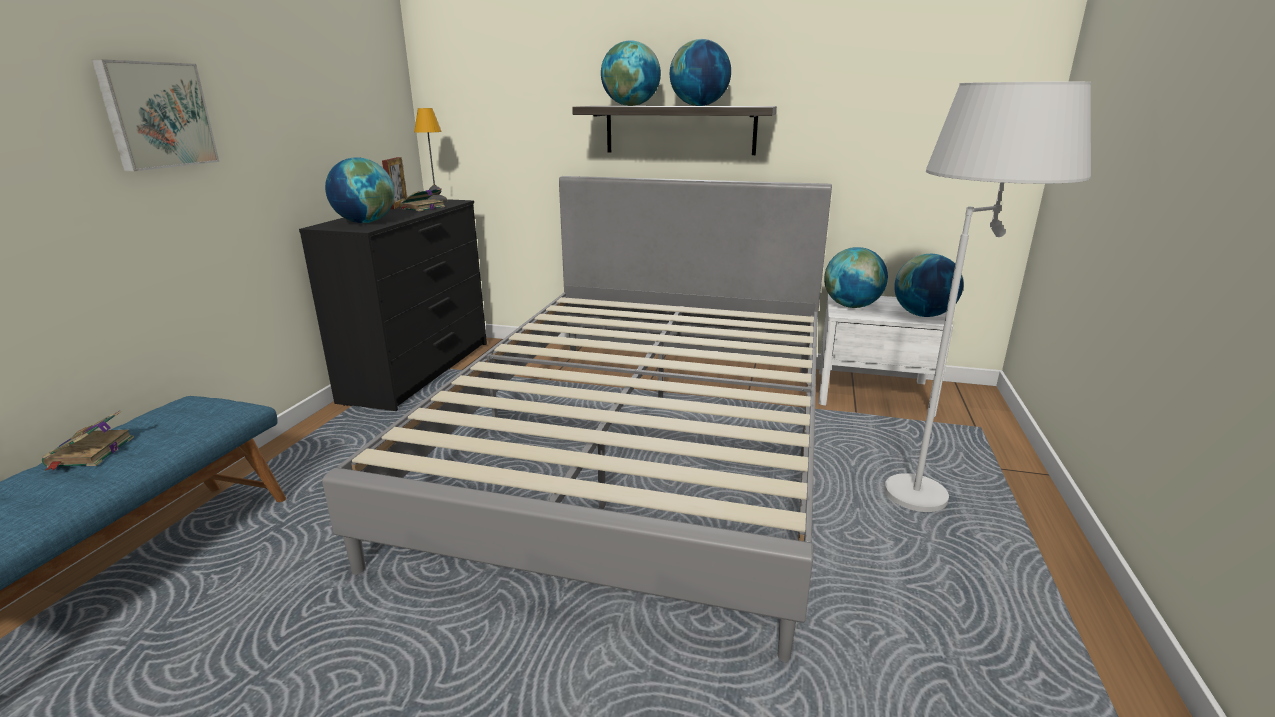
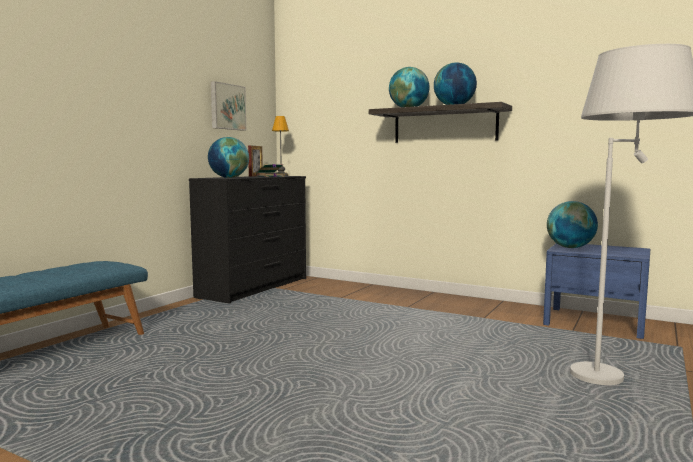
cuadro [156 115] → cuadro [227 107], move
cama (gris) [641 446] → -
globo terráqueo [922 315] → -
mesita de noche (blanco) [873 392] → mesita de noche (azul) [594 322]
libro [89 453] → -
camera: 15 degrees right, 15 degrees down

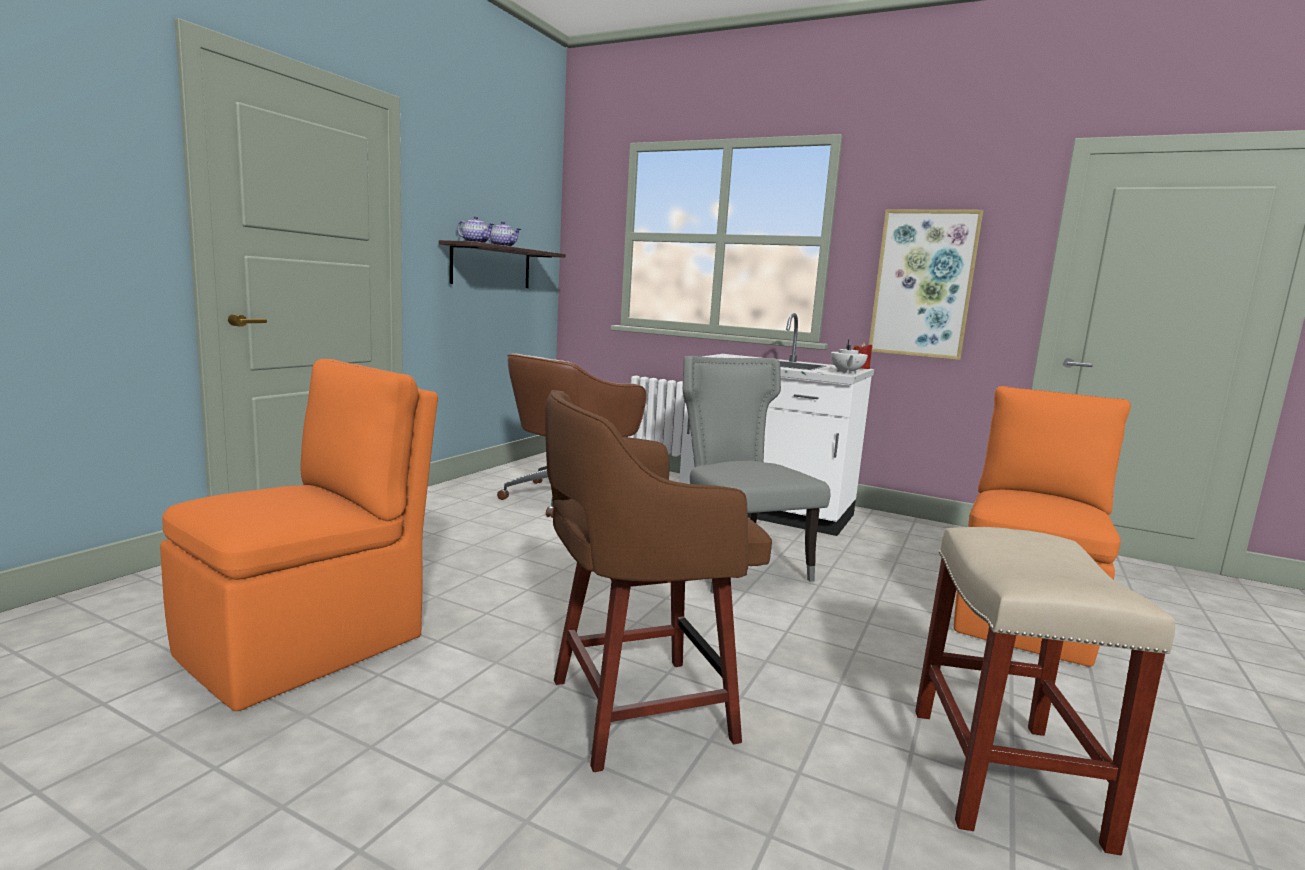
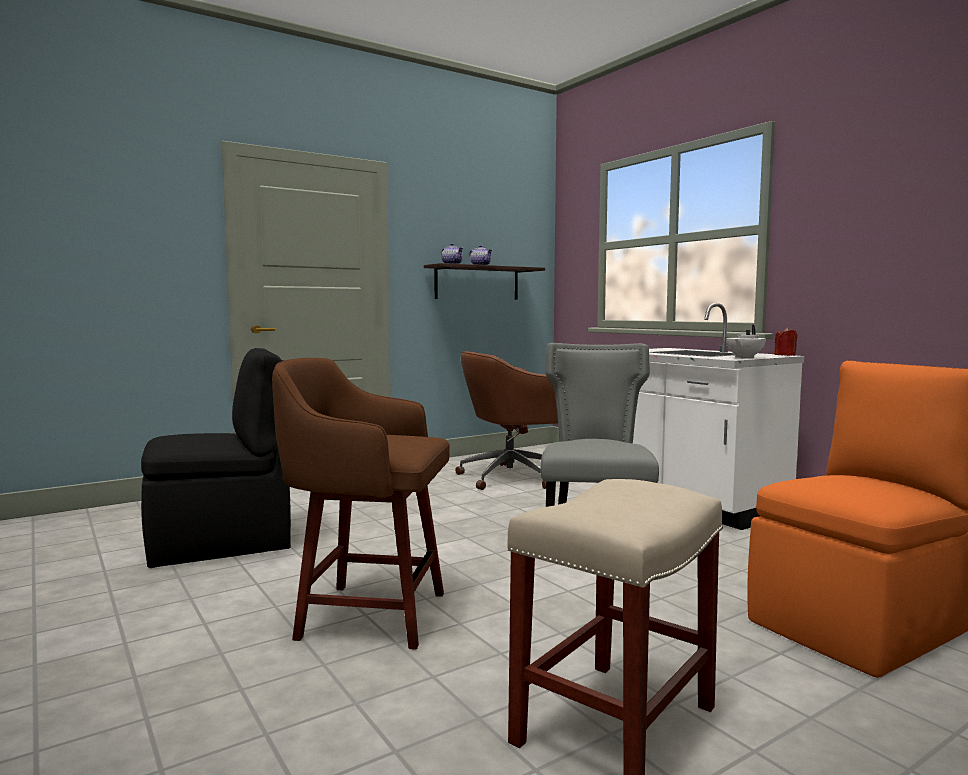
cuadro [923 284] → -
silla (naranja) [309 644] → silla (negro) [224 542]
camera: 30 degrees right, 5 degrees down

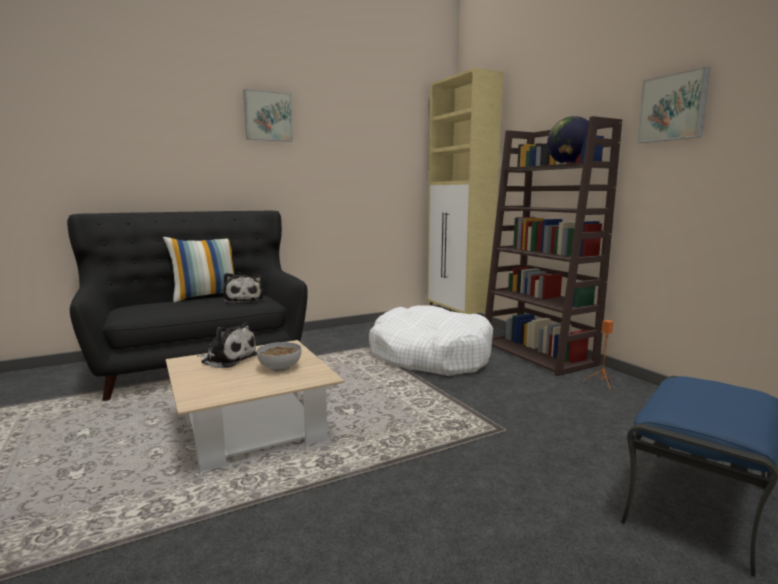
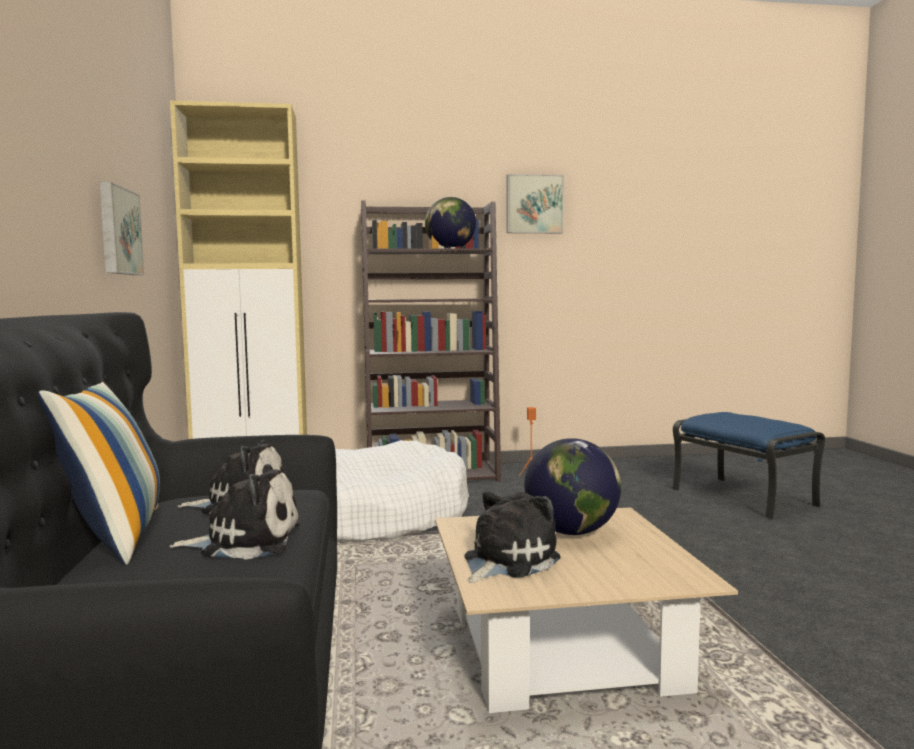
cuadro [268 116] → cuadro [117 231], move
cuenco [280 368] → globo terráqueo [572 532]
- → peluche [245 541]
camera: 70 degrees left, 5 degrees down

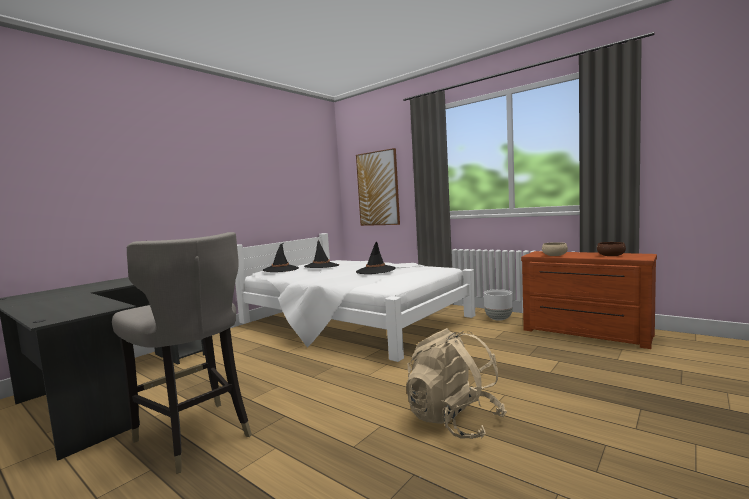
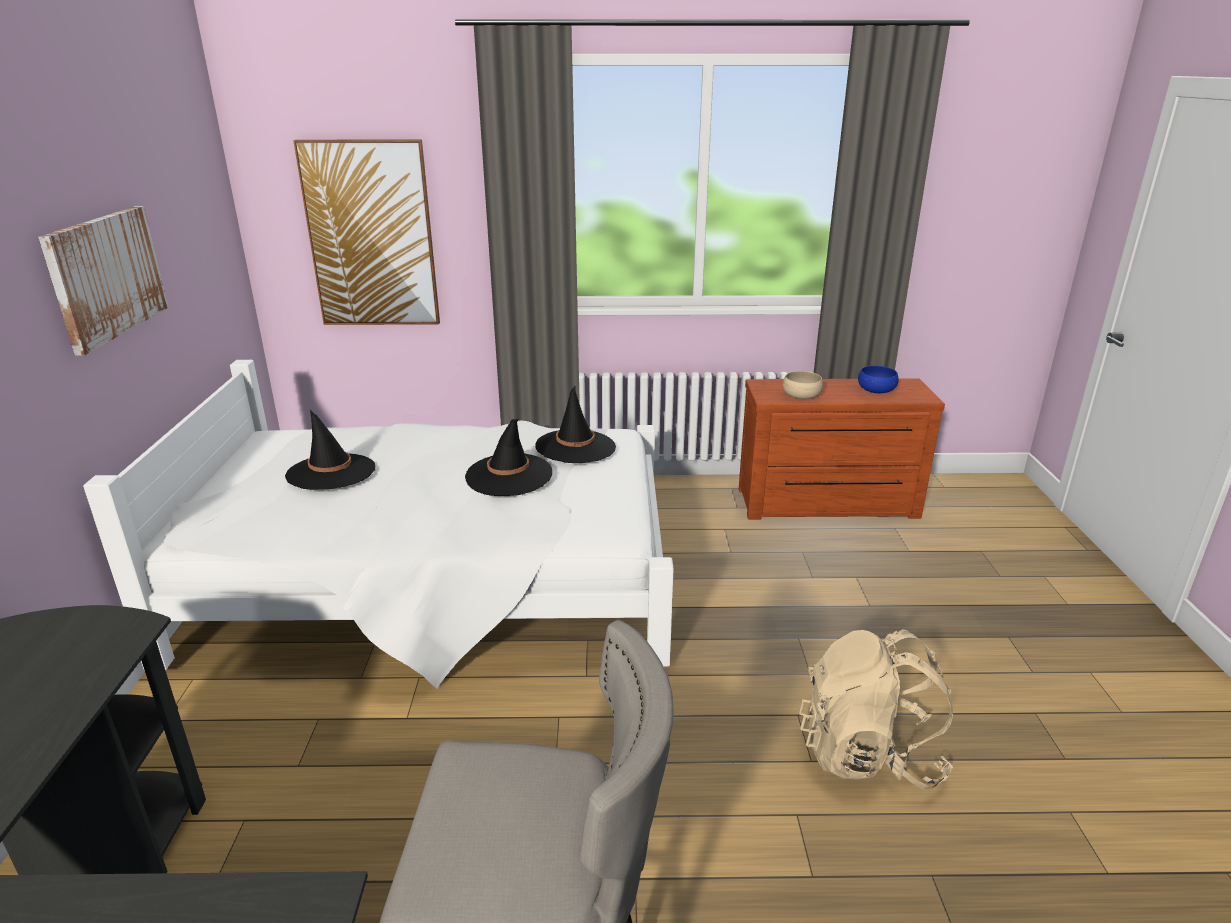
cuenco (marrón) [611 255] → cuenco (azul) [876 389]
sombrero (negro) [281 269] → sombrero (negro) [575 447], move
maceta (blanco) [499 319] → -
- → cuadro [106 276]
camera: 40 degrees left, 20 degrees up

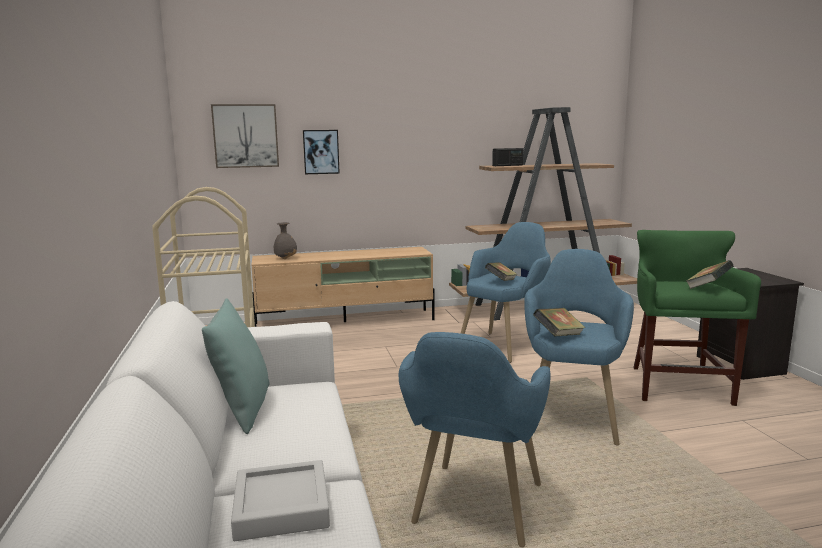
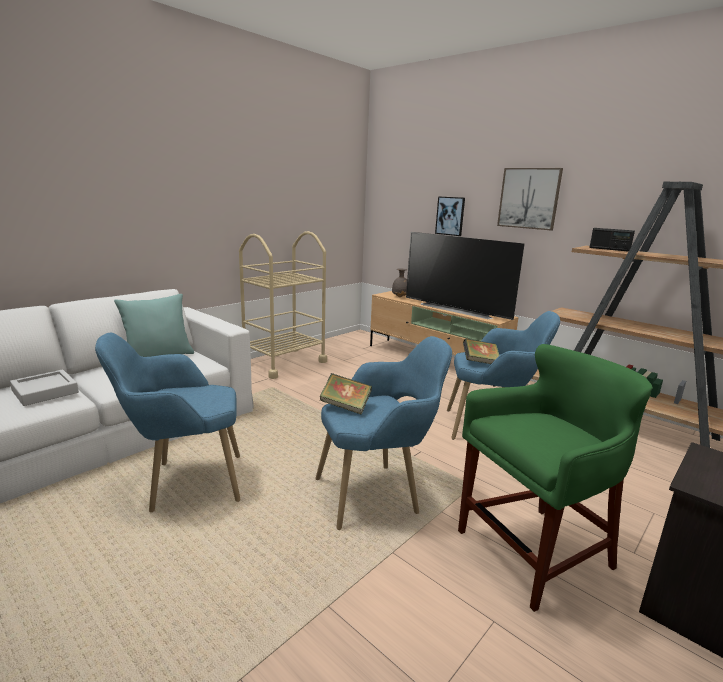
cuadro [245 136] → cuadro [529 198], move
libro [708 287] → -
- → televisor [457 309]
camera: 55 degrees right, 5 degrees up

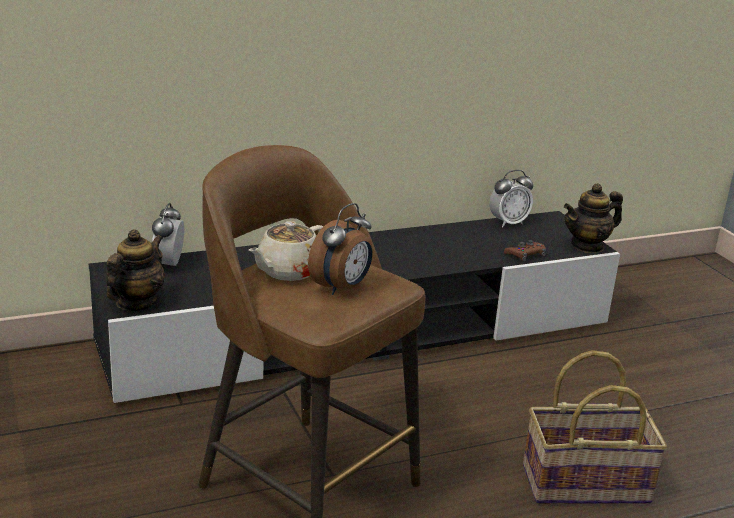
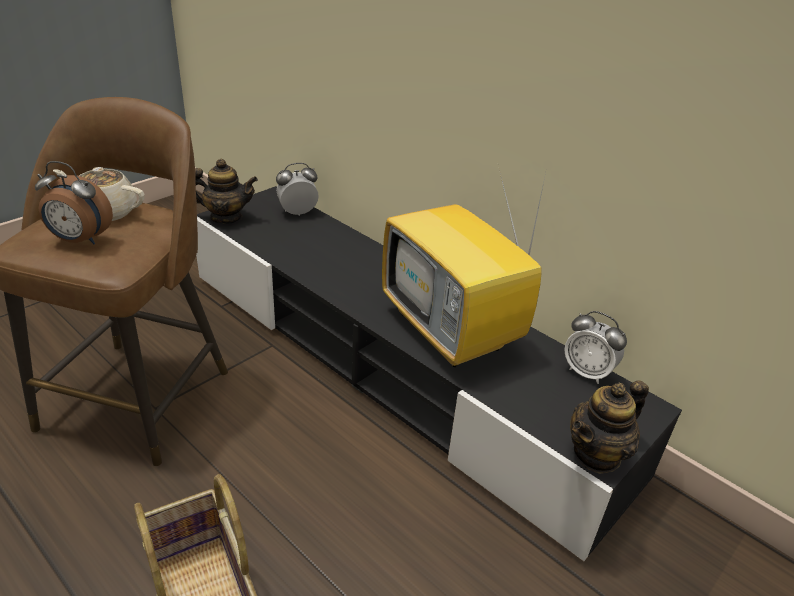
tetera [587 246] → tetera [597 454], 75 degrees counterclockwise
mando de consola (marrón) [525 255] → -
- → televisor [453 332]
camera: 65 degrees right, 10 degrees up

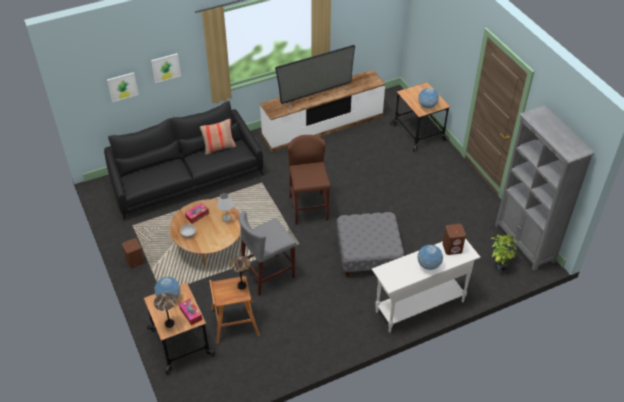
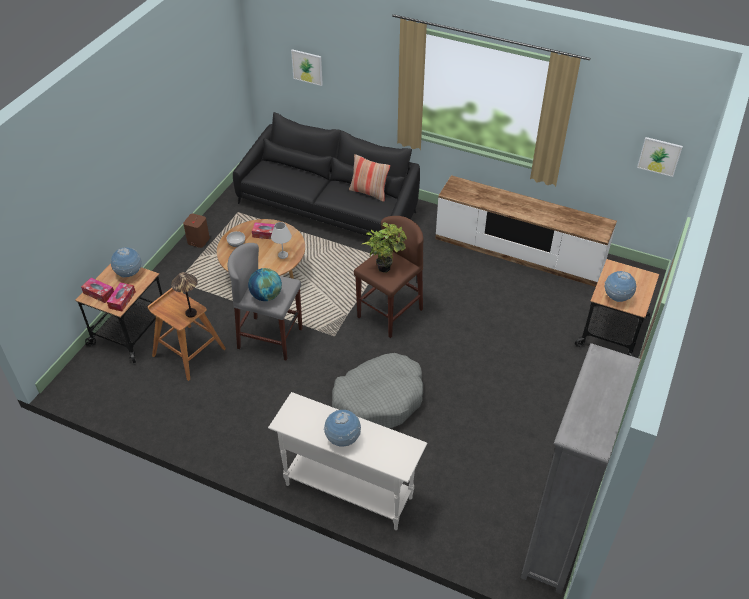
televisor [316 94] → -
cuadro [165 67] → cuadro [659 156], move
puf (gris) [368 254] → cama para perro (gris) [379 399]
altavoz (marrón) [452 248] → -
planta en maceta [499 265] → planta en maceta [385 266], move
lámpara de mesa [169 323] → caja de pañuelos [99 293]
- → globo terráqueo [266 296]
camera: 50 degrees right, 0 degrees up

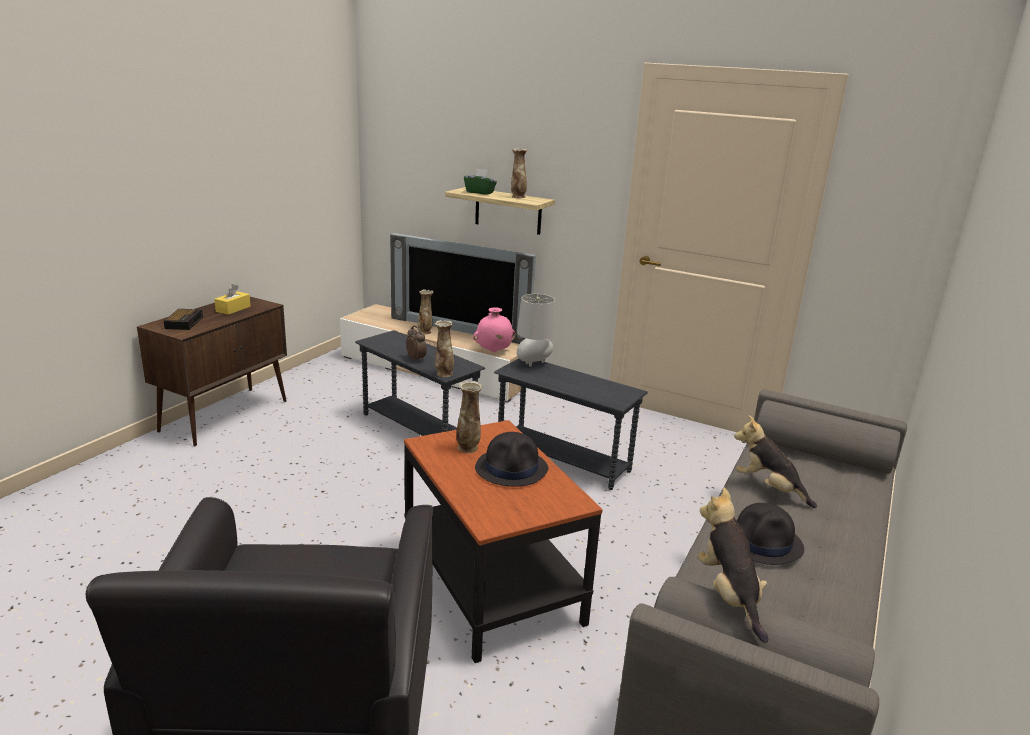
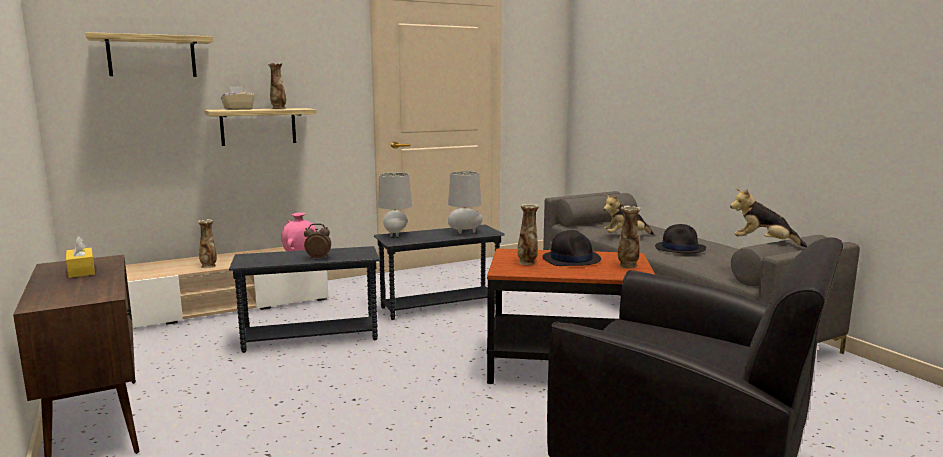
caja de pañuelos (verde) [480 192] → caja de pañuelos (beis) [238 109]
televisor [461 328] → -
despertador [184 322] → -
florero [444 374] → florero [627 266], move
- → estante [152 56]
- → lámpara de mesa (gris) [464 232]
camera: 55 degrees left, 10 degrees down

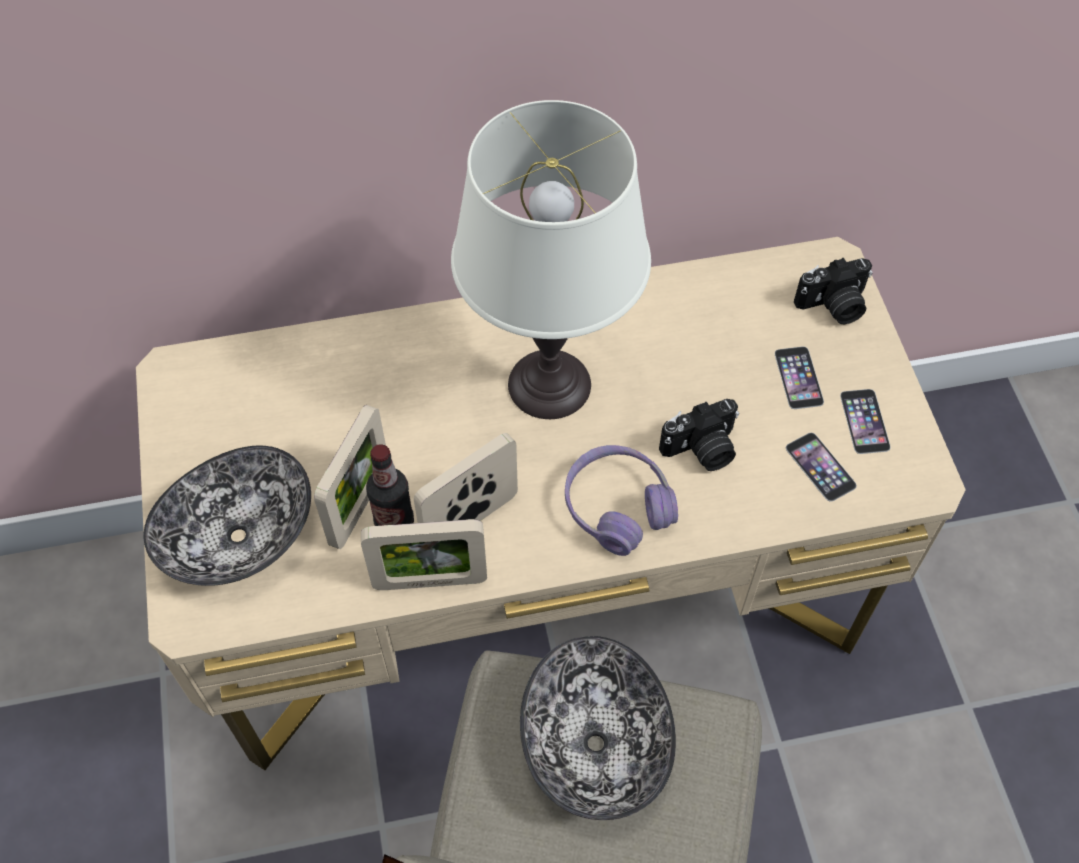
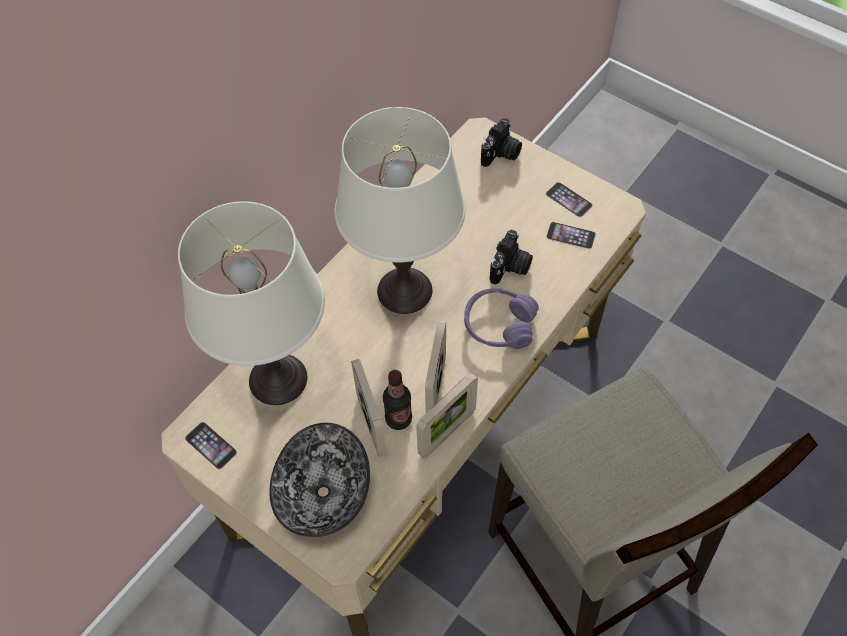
móvil [798 377] → móvil [211 445], move
cuenco [597 744] → -
- → lámpara de mesa (blanco) [278 379]
camera: 40 degrees left, 0 degrees up

